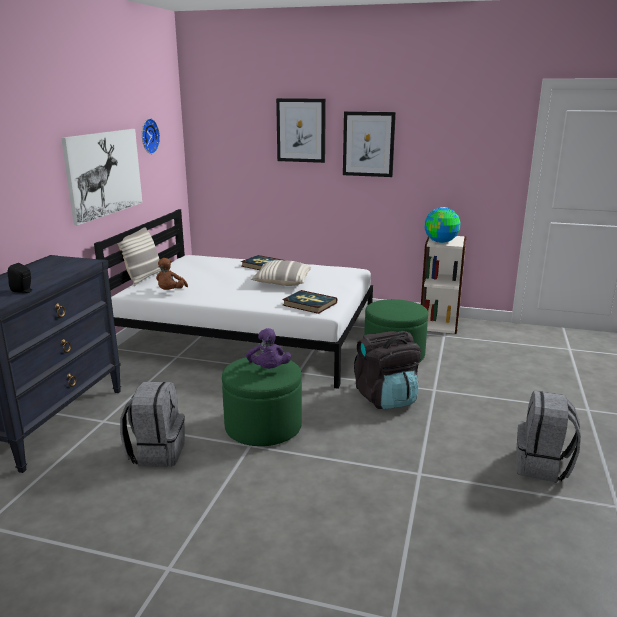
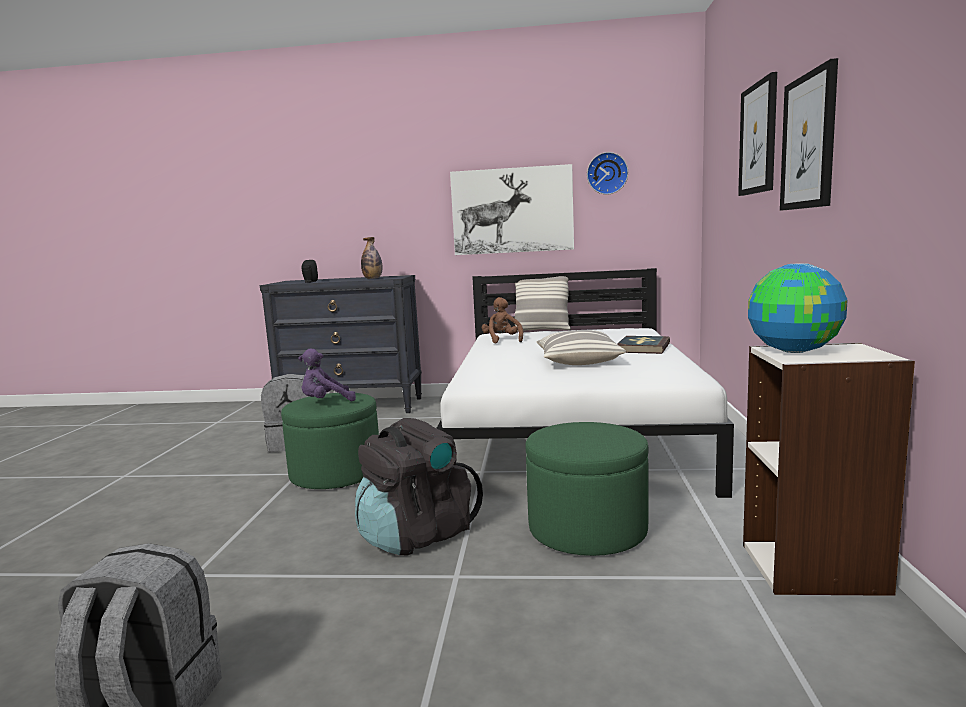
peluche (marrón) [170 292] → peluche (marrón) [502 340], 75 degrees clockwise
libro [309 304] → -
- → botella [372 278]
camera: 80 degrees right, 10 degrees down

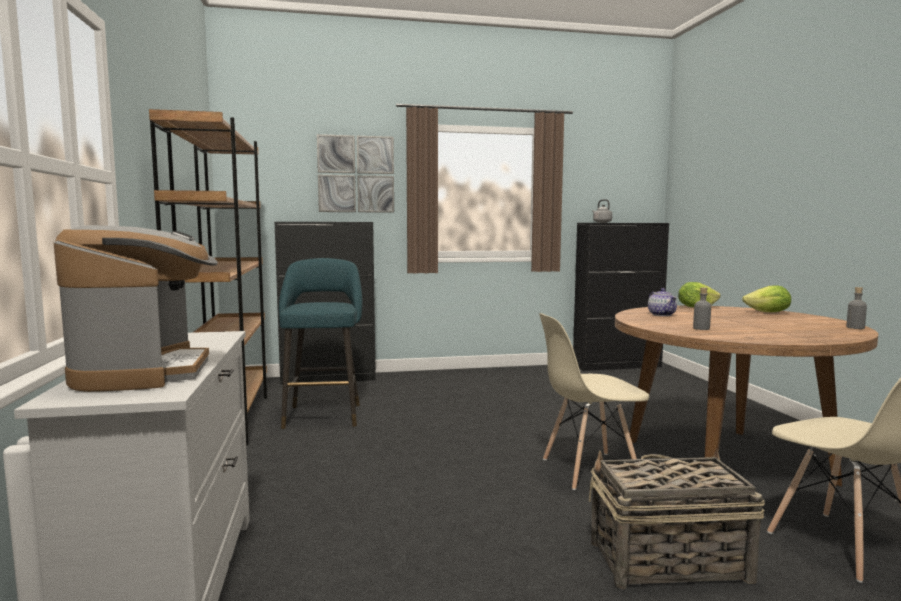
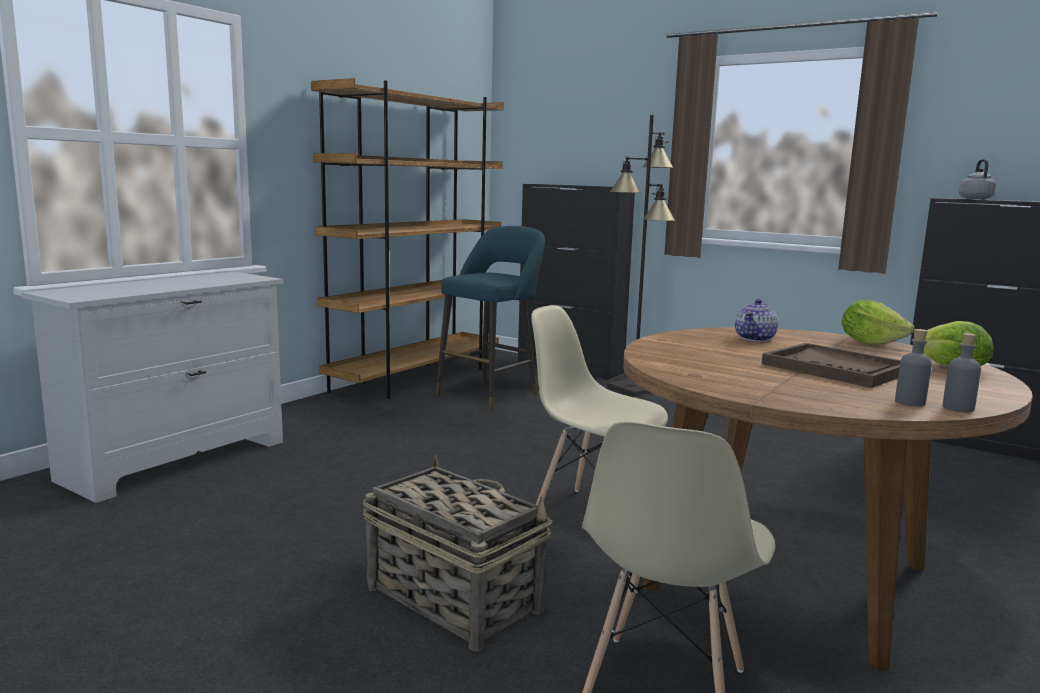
cuadro [356 174] → -
cafetera [145 372] → -
botella (gris) [701 328] → botella (gris) [910 402], move
- → lámpara de pie (negro) [635 389]
- → bandeja (marrón) [835 368]
camera: 45 degrees right, 5 degrees up

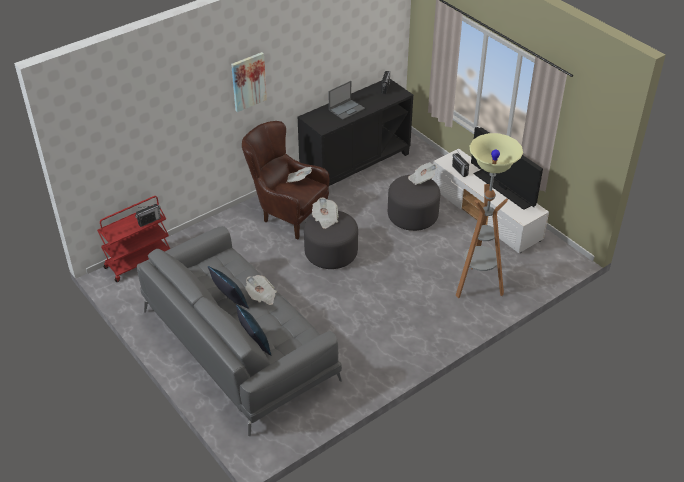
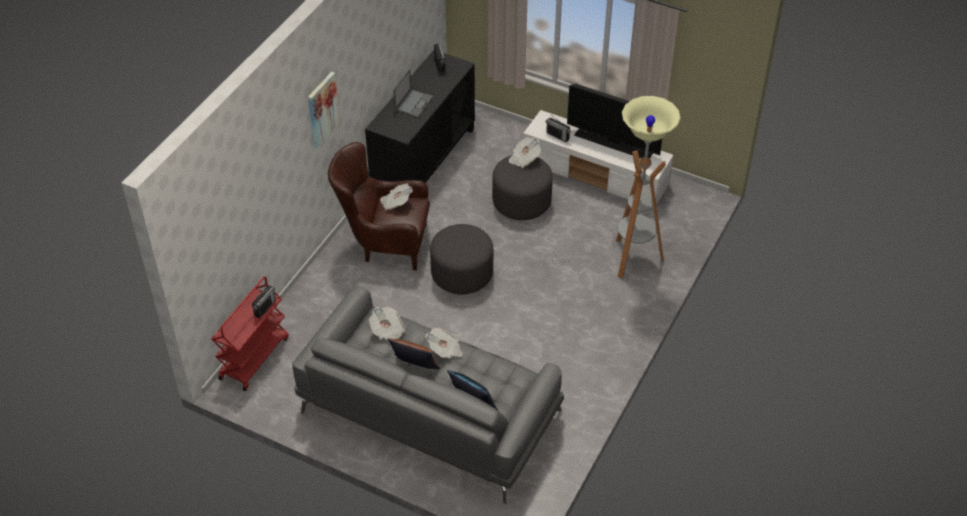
periódico [325 219] → periódico [387 331], move
cojín (azul) [229 301] → cojín (marrón) [414 368]
camera: 25 degrees left, 5 degrees up

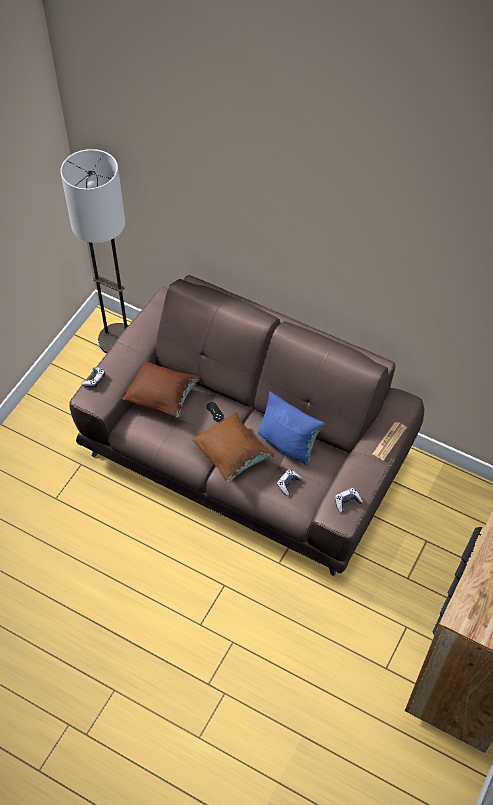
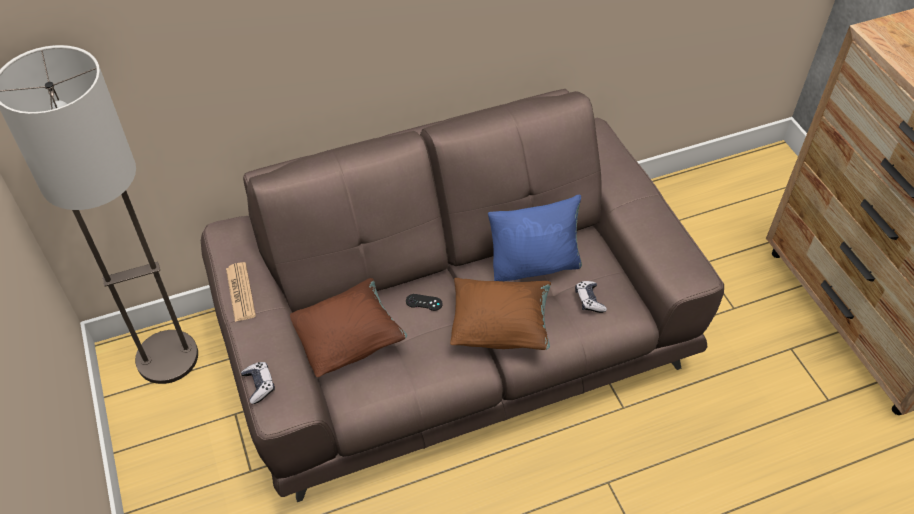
periódico [389 441] → periódico [240 292], move
mando de consola [347 502] → -
camera: 50 degrees left, 5 degrees down

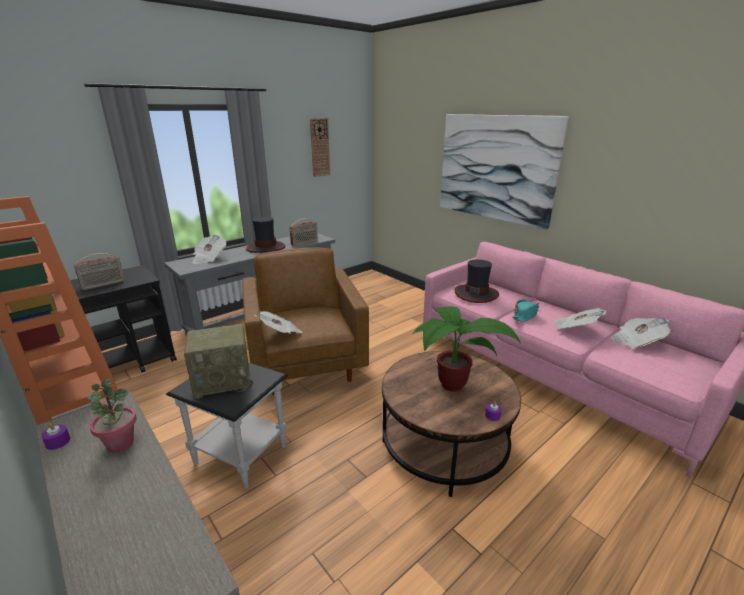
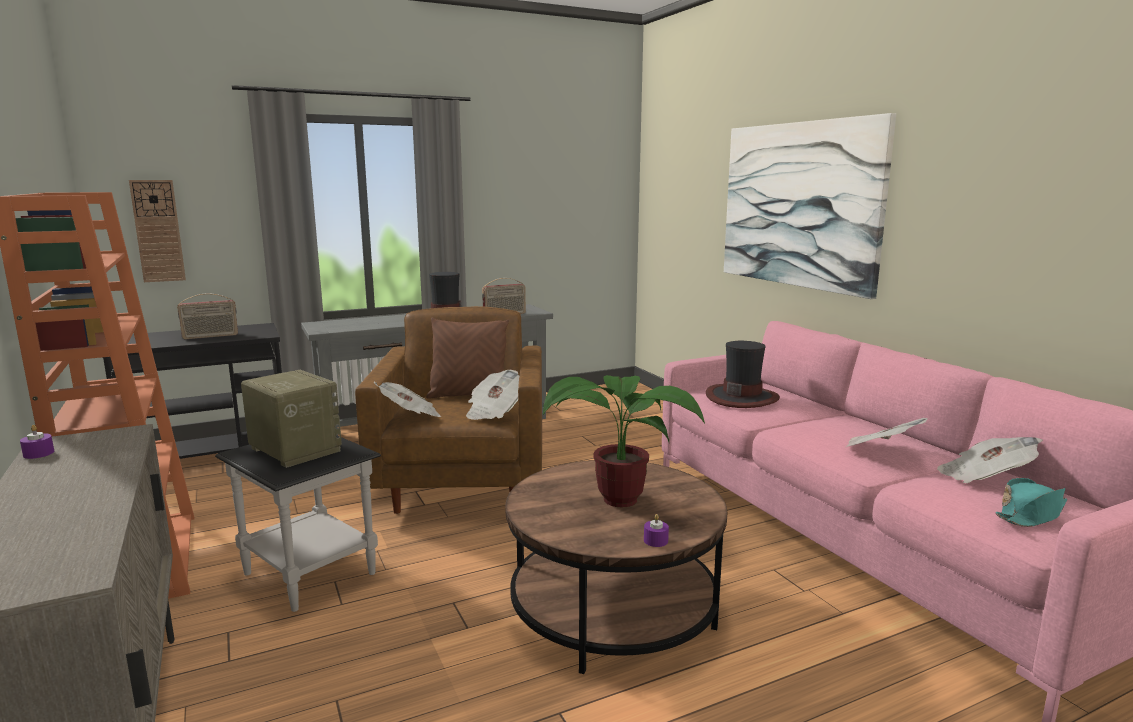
reloj de pared [320 147] → reloj de pared [158 231], move
periódico [209 258] → periódico [495 411], move
sombrero (turquesa) [525 315] → sombrero (turquesa) [1030 515], move
radio [224 380] → radio [293 449], 135 degrees counterclockwise
planta en maceta [120 443] → -
- → cojín (marrón) [468 396]
camera: 15 degrees right, 10 degrees down

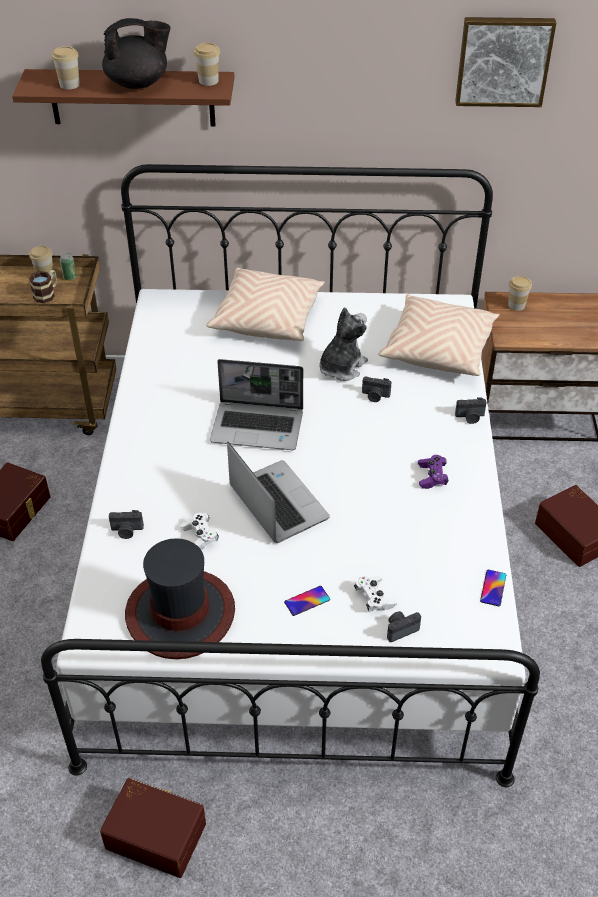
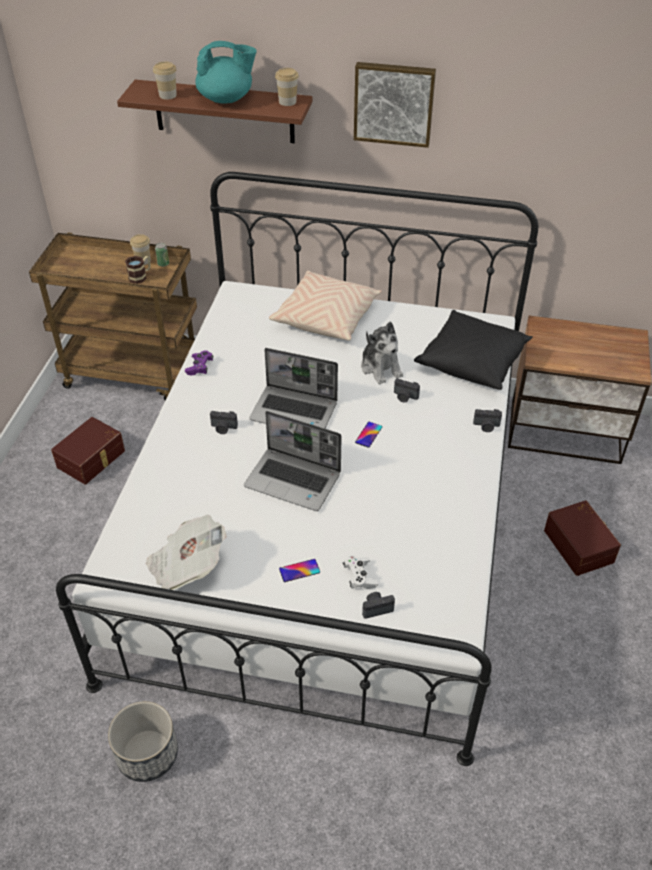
cuadro [503 60] → cuadro [394 103], move
tetera (negro) [138 83] → tetera (turquesa) [226 99]
taza [516 305] → -
cojín (beis) [438 348] → cojín (negro) [472 361]
peluche [341 367] → peluche [381 368], 105 degrees clockwise
portátil [276 503] → portátil [294 480], 135 degrees clockwise
mando de consola (morado) [432 477] → mando de consola (morado) [199 367], move
cámara [127 531] → cámara [223 428], move
mando de consola (blanco) [200 537] → -
sombrero [180 614] → periódico [187 566]
móvil [493 588] → móvil [368 434], move
caja de almacenaje (marrón) [156 833] → maceta [147 754]
camera: 10 degrees right, 0 degrees up

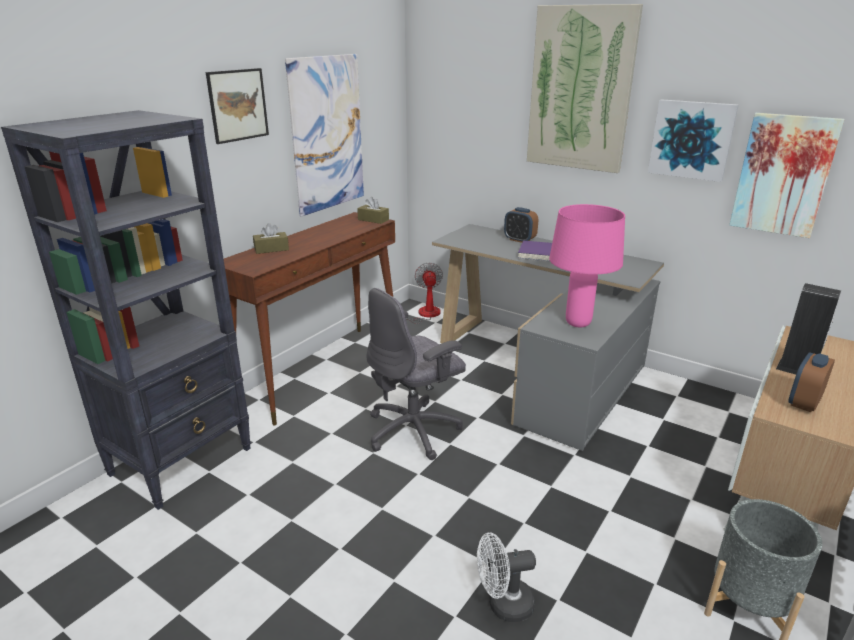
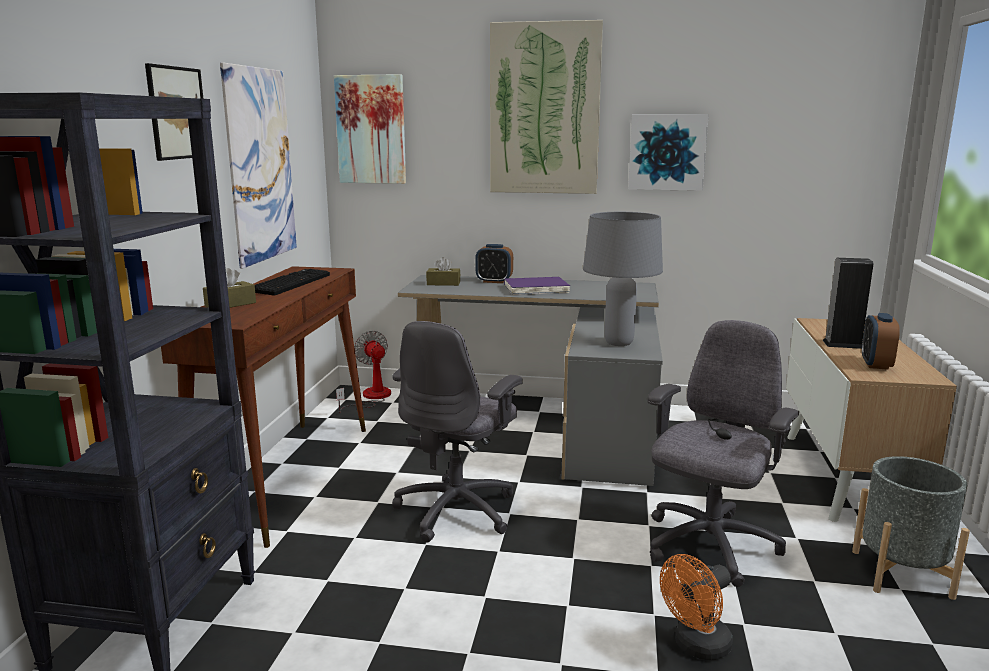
cuadro [783 175] → cuadro [371 130], move
caja de pañuelos (marrón) [373 220] → caja de pañuelos (marrón) [443 283], move
lámpara de mesa (rosa) [578 323] → lámpara de mesa (gris) [619 343]
ventilador (blanco) [503 605] → ventilador (naranja) [696 646]
- → teclado [290 283]
- → silla de oficina (gris) [709 546]
camera: 25 degrees left, 10 degrees down

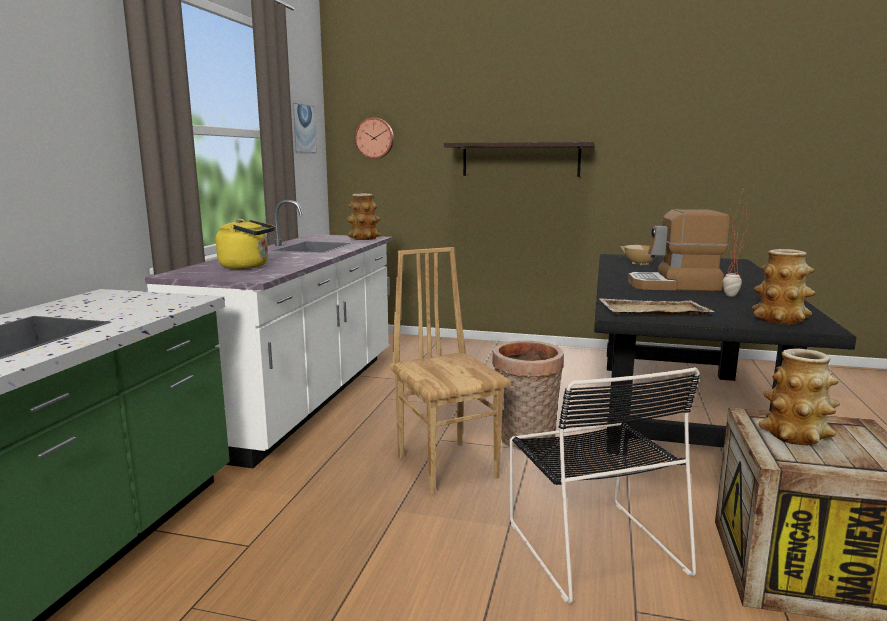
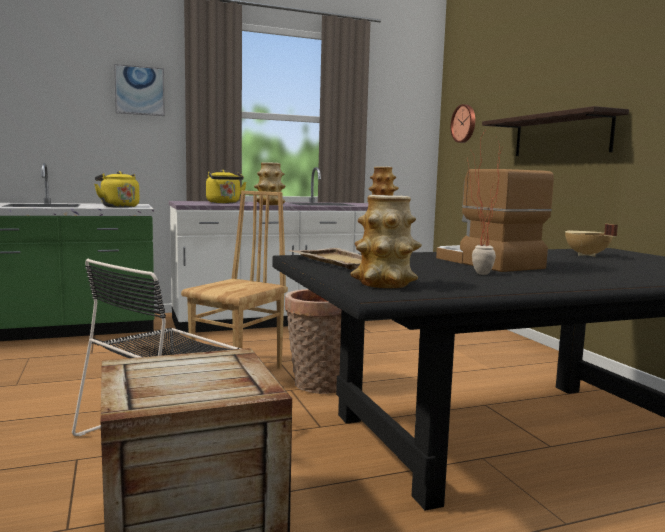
cuadro [302 129] → cuadro [139 90], move
florero [796 436] → florero [269 204], move
- → hervidor (amarillo) [118 207]
camera: 55 degrees right, 5 degrees down

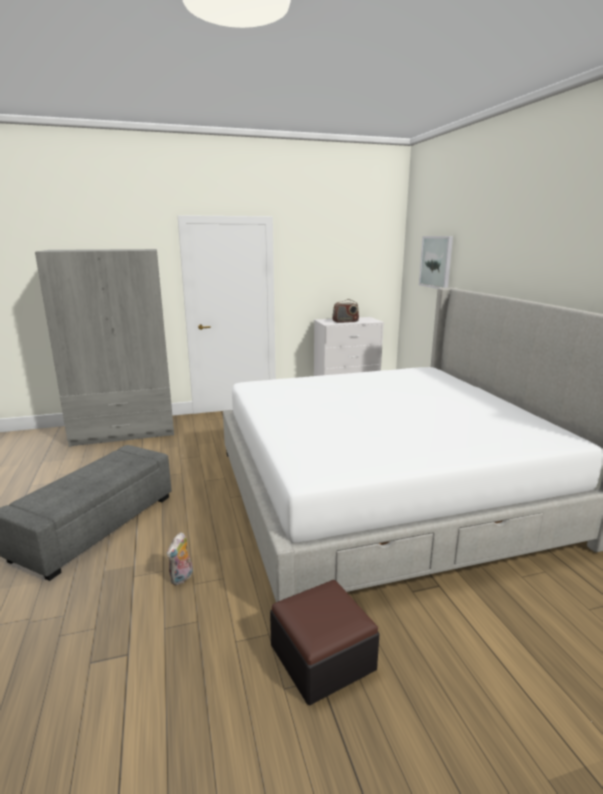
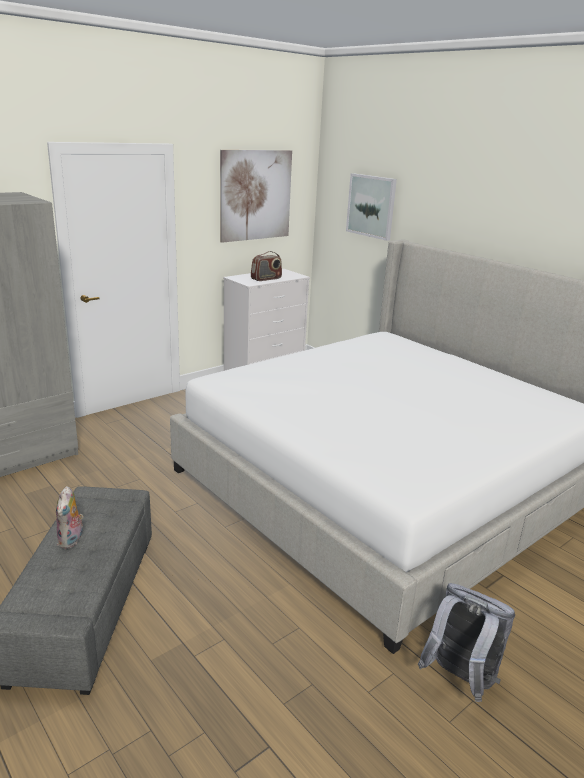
peluche [182 578] → peluche [72 540], move
puf [322 657] → mochila (gris) [459 679]
- → cuadro [255 195]
camera: 25 degrees left, 5 degrees up

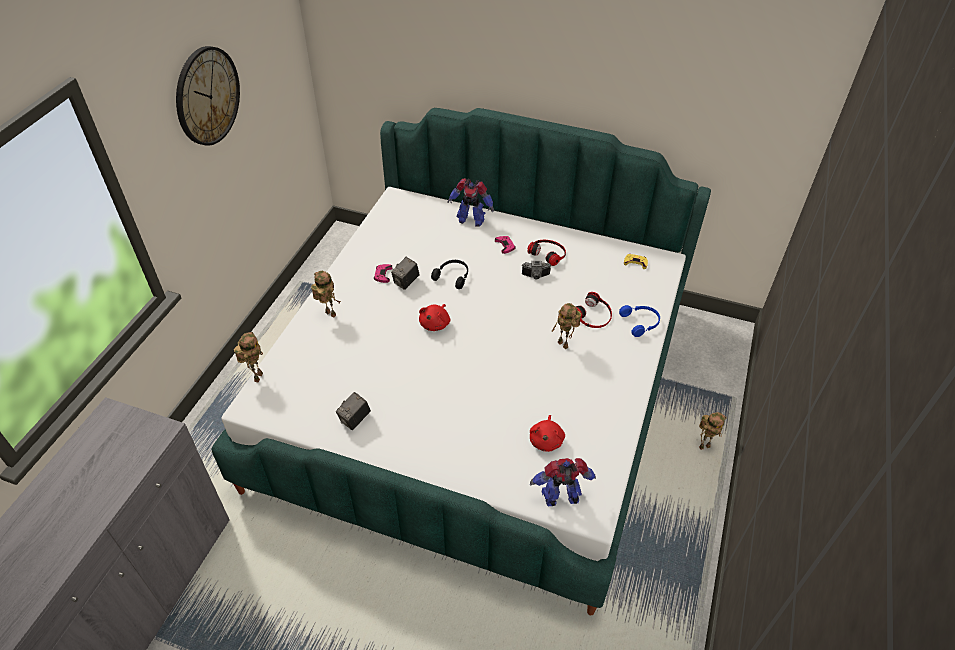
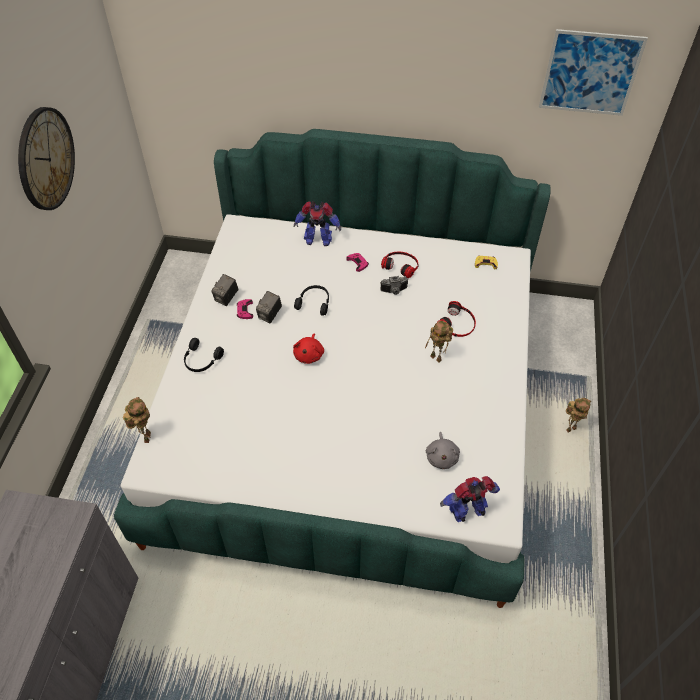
robot de juguete [329 314] → auriculares (negro) [201 360]
auriculares (azul) [641 323] → -
cámara [355 420] → cámara [226 298], move
peluche (rojo) [546 440] → peluche (gris) [442 457]
- → cuadro [590 73]
camera: 10 degrees left, 5 degrees up

